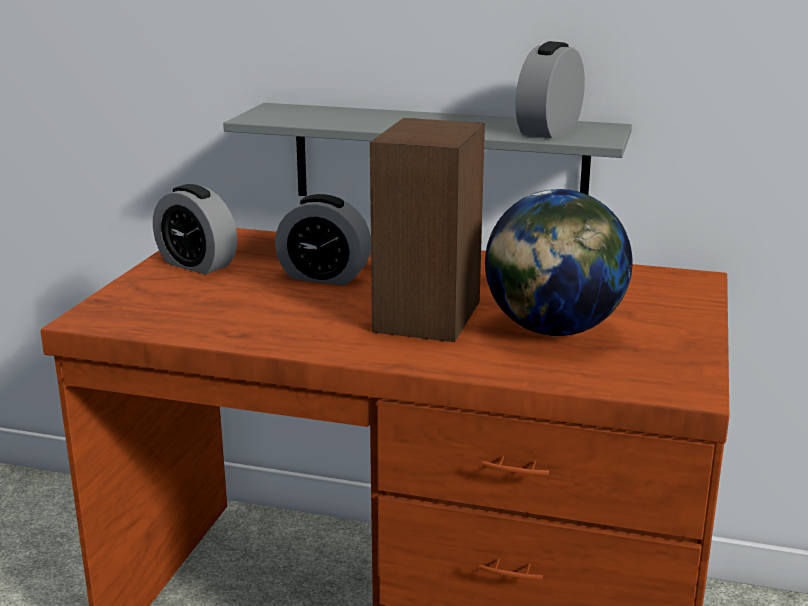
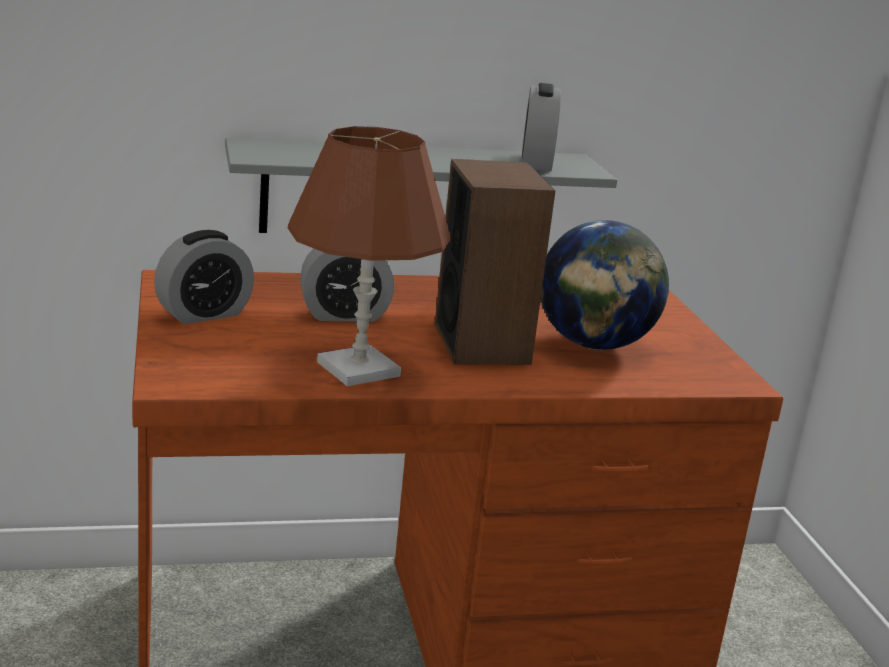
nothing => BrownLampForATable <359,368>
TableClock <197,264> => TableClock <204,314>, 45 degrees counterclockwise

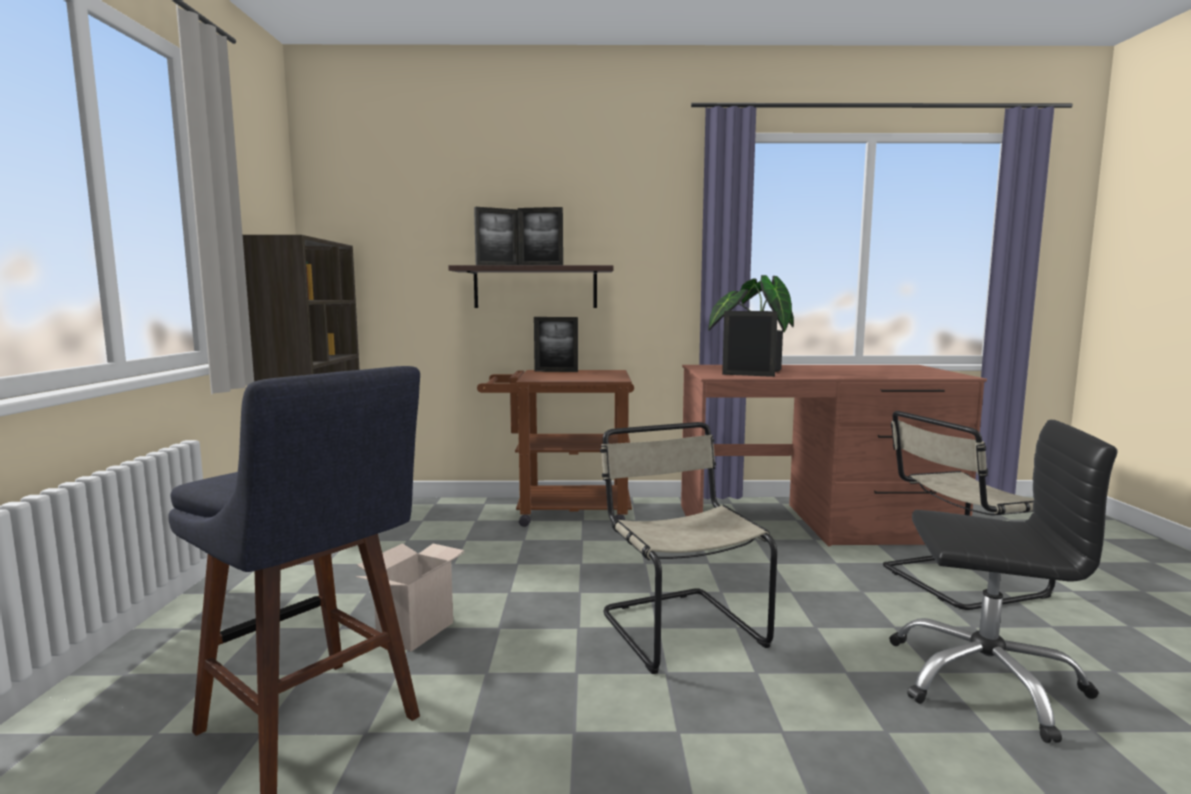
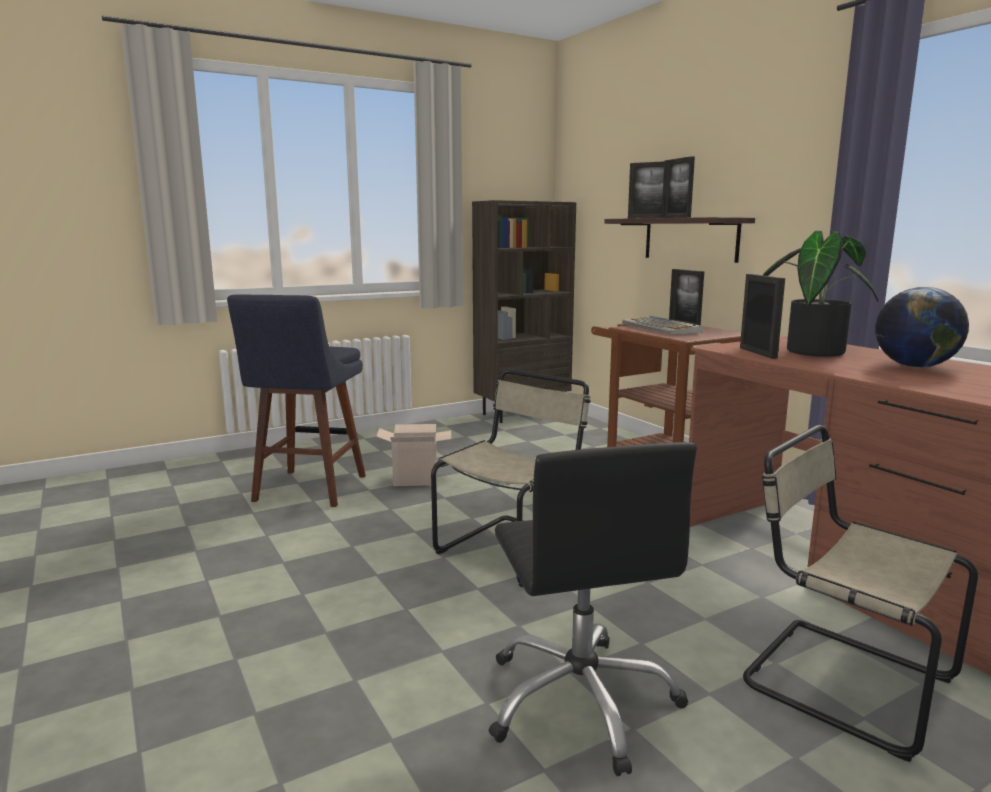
nothing => Keyboard <661,328>
nothing => DeskGlobe <914,366>

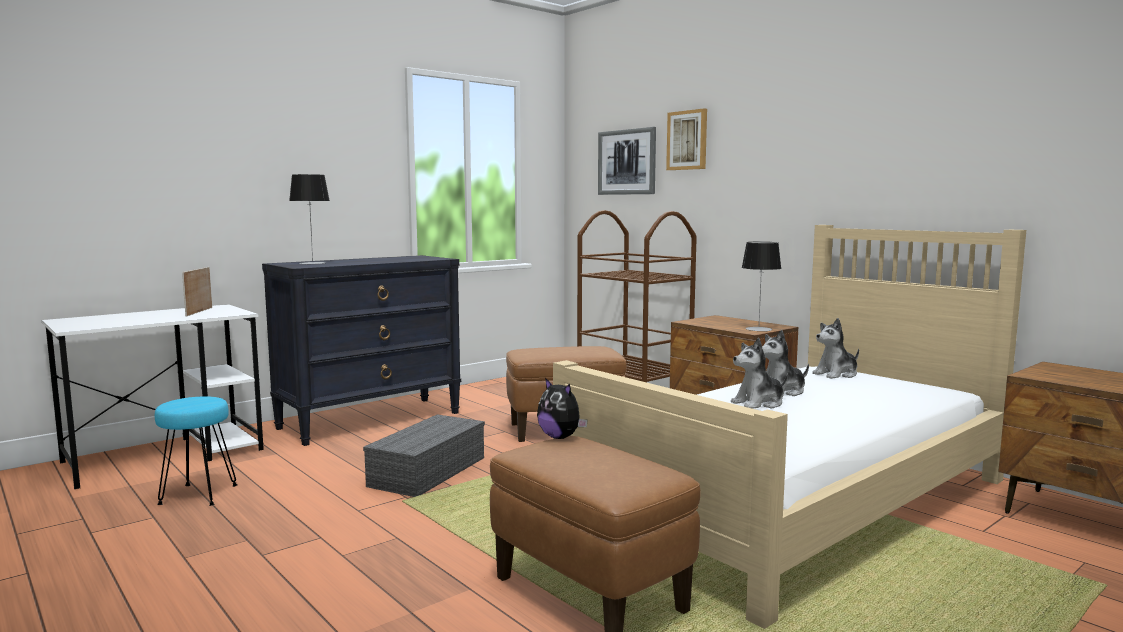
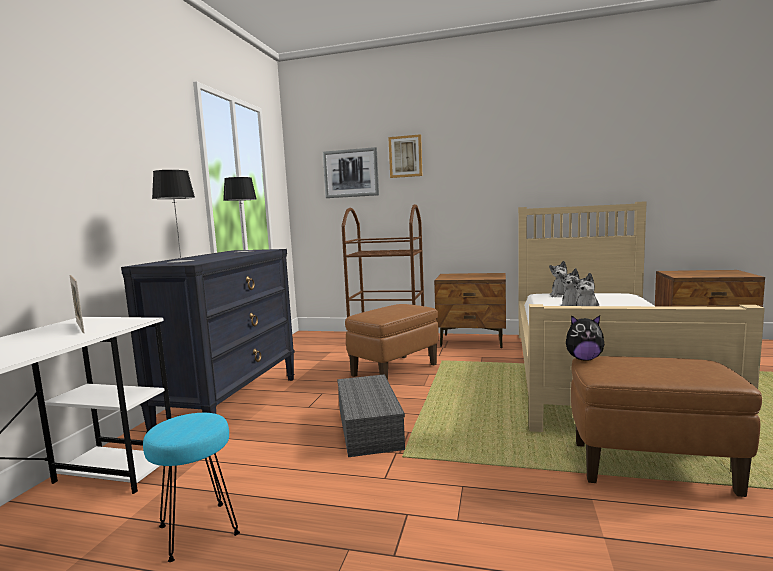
LampForATable <758,329> => LampForATable <244,251>, moved

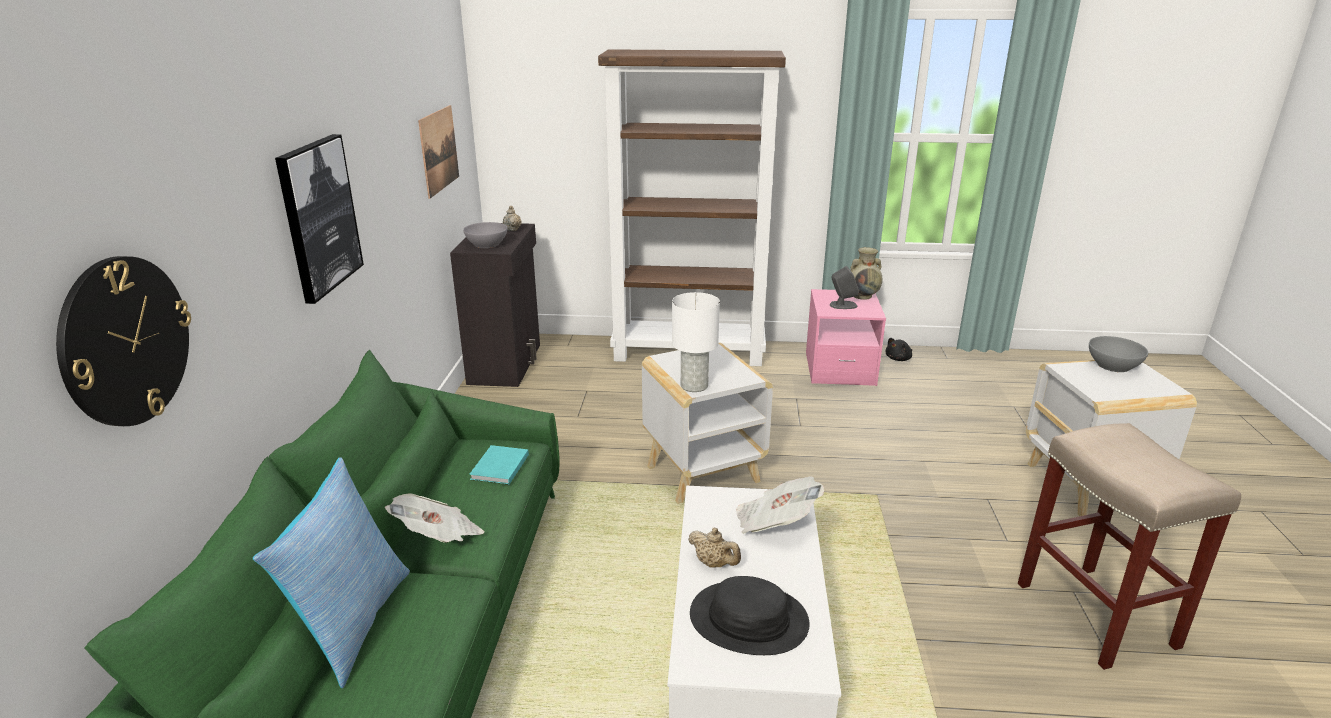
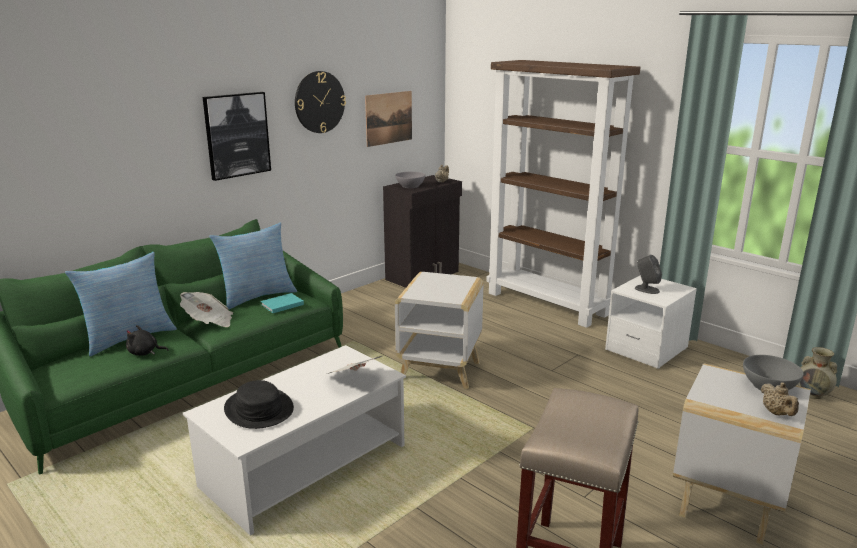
WhitishLampForATable <693,386> => nothing
nothing => Cushion <257,296>
WallClock <125,341> => WallClock <319,102>, moved
SandColouredTeapot <714,563> => SandColouredTeapot <776,413>, moved
SandColouredFlowerVase <862,296> => SandColouredFlowerVase <813,394>, moved
BlackishCuddlyToy <899,359> => BlackishCuddlyToy <145,353>, moved
PinkNightTable <839,369> => WhitishNightTable <646,349>

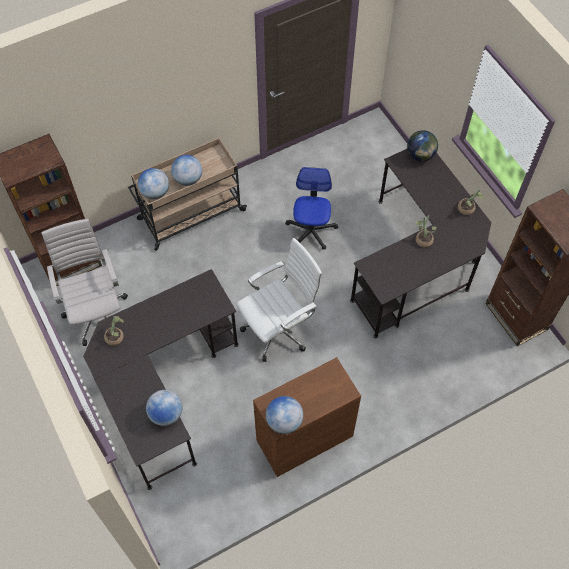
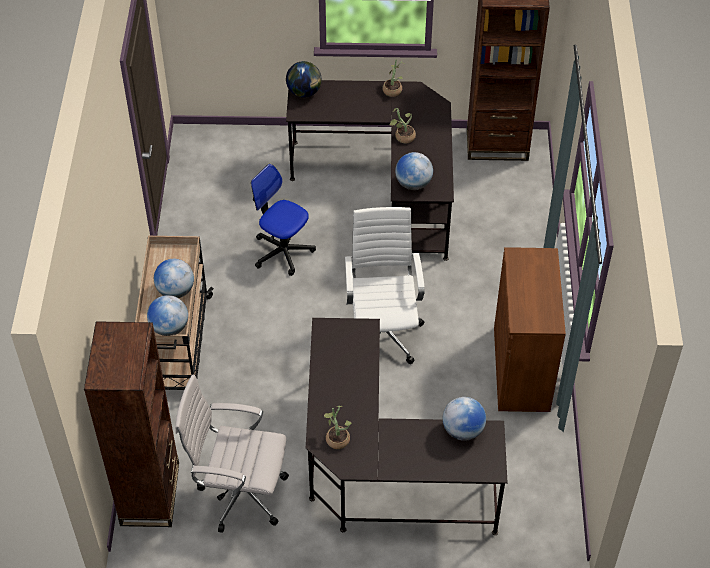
DeskGlobe <284,421> => DeskGlobe <413,184>, moved

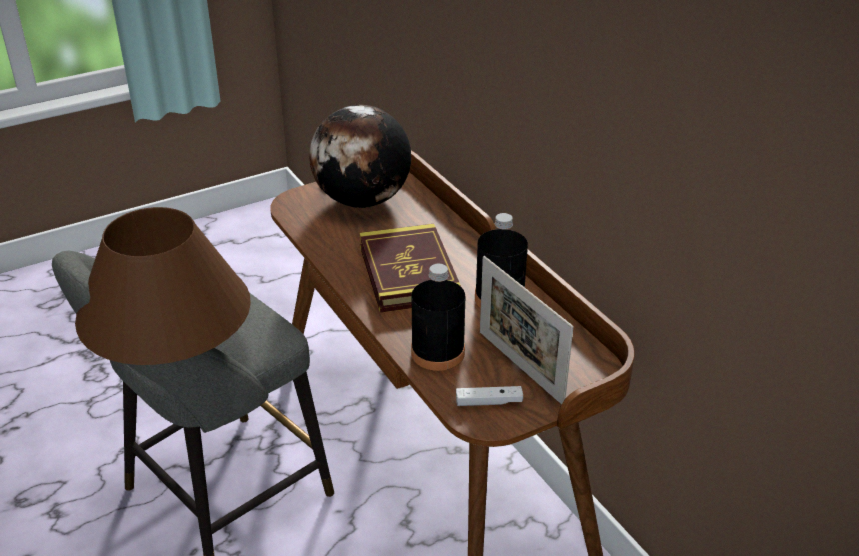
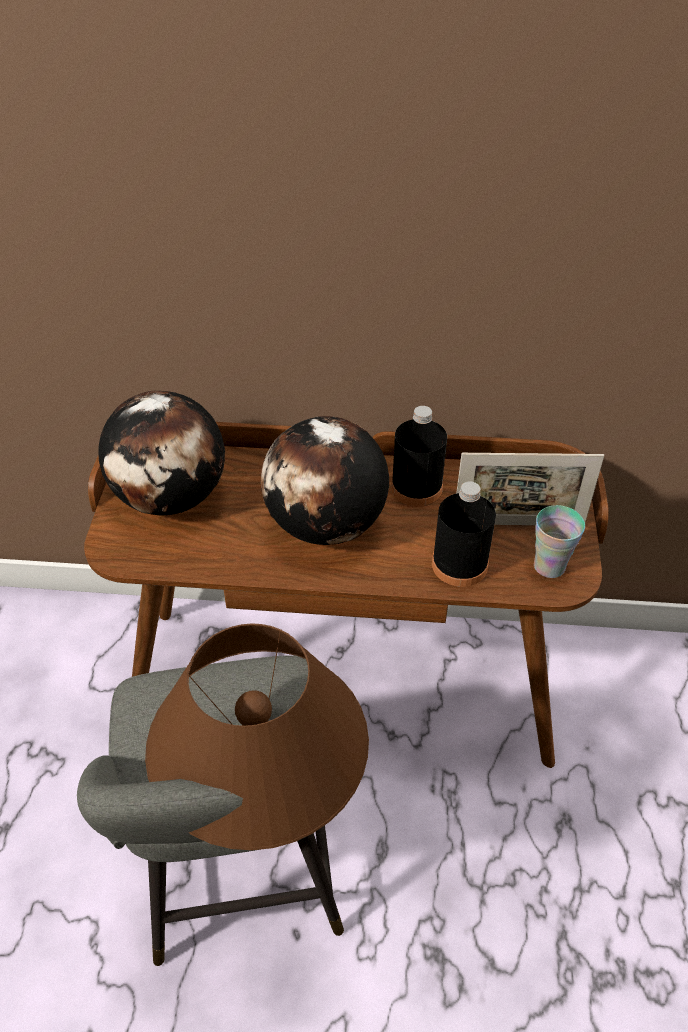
Volume <408,273> => DeskGlobe <326,526>
WhitishGamepad <489,402> => SmallCup <549,566>

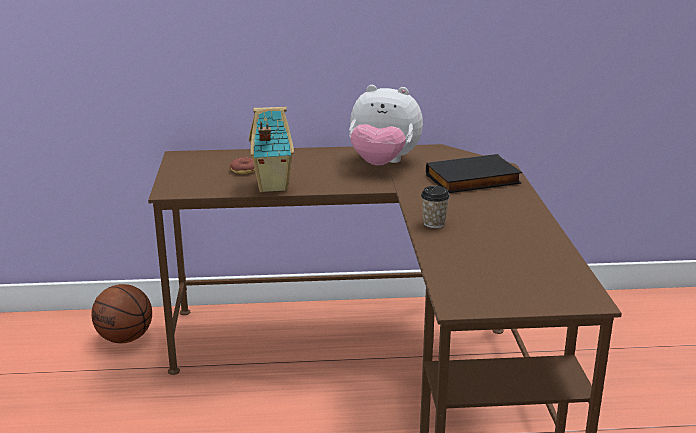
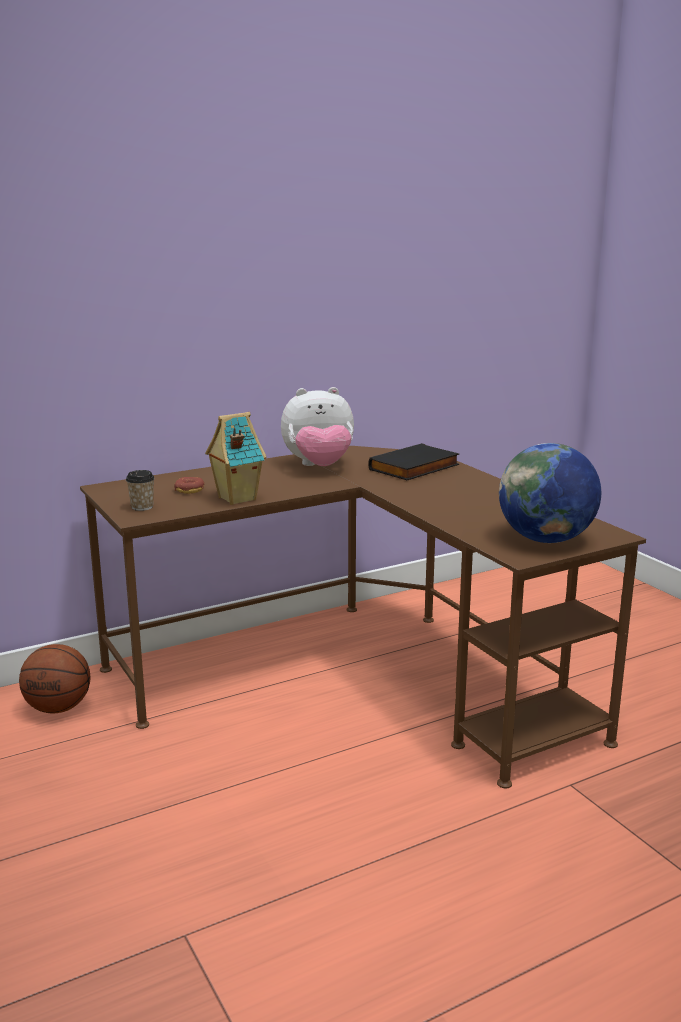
nothing => DeskGlobe <546,539>
SmallCup <434,223> => SmallCup <142,507>, moved

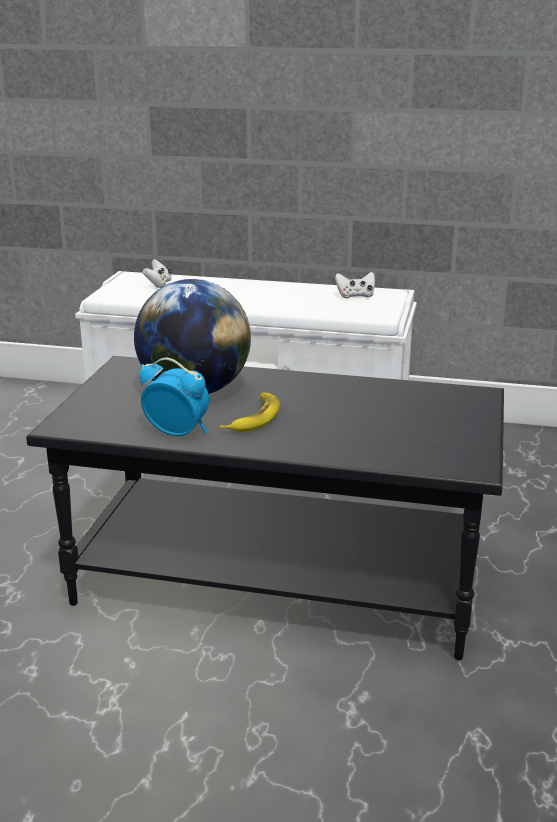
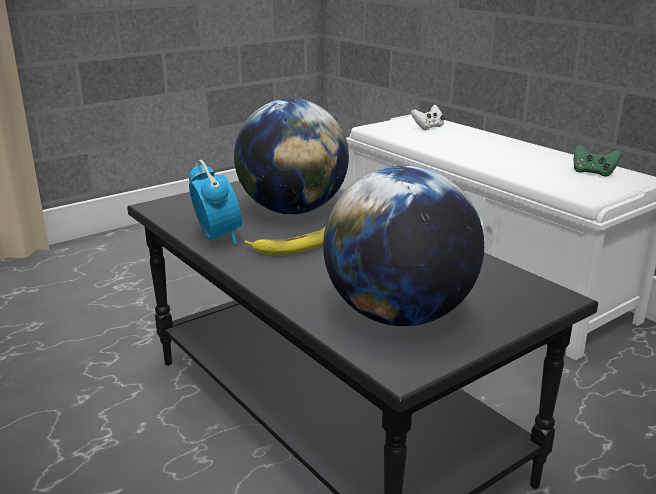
nothing => DeskGlobe <399,315>
WhitishGamepad <355,296> => GreenGamepad <593,173>

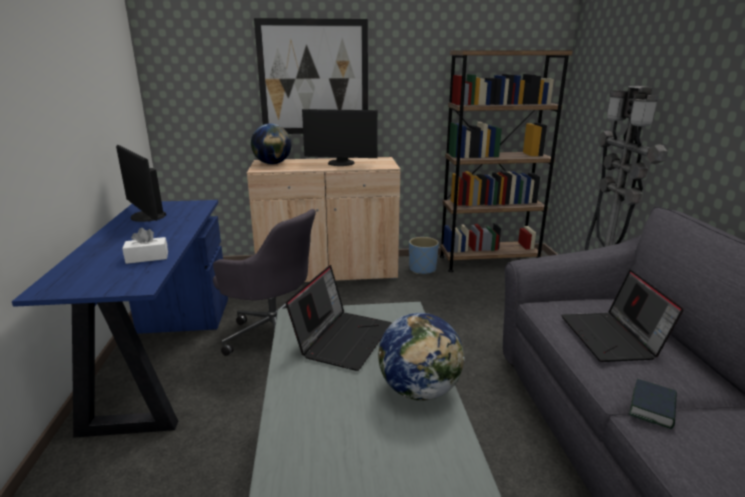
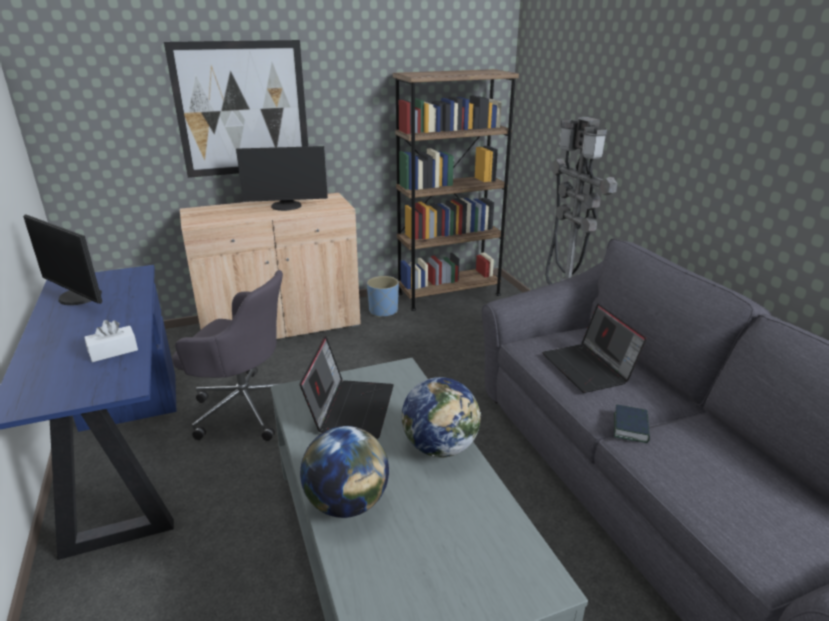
DeskGlobe <272,164> => DeskGlobe <347,503>, moved

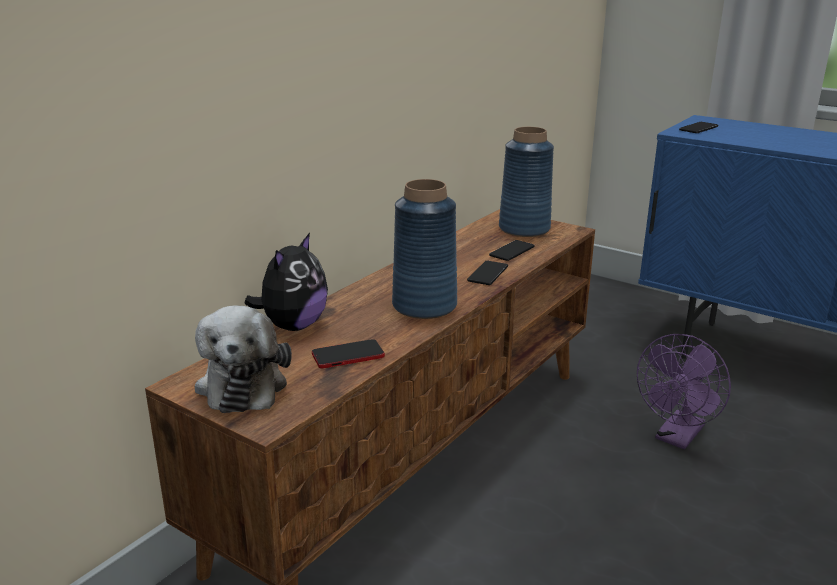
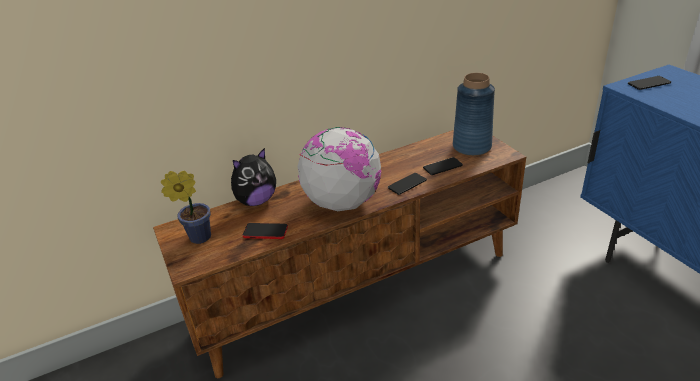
PurpleColouredCoolingFan <677,437> => nothing
CuddlyToy <243,384> => PlantInAPot <197,238>
BlueColouredFlowerVase <424,305> => DeskGlobe <342,203>

